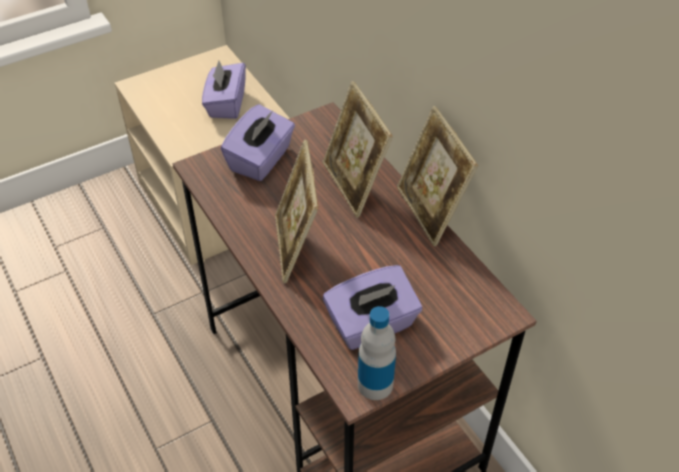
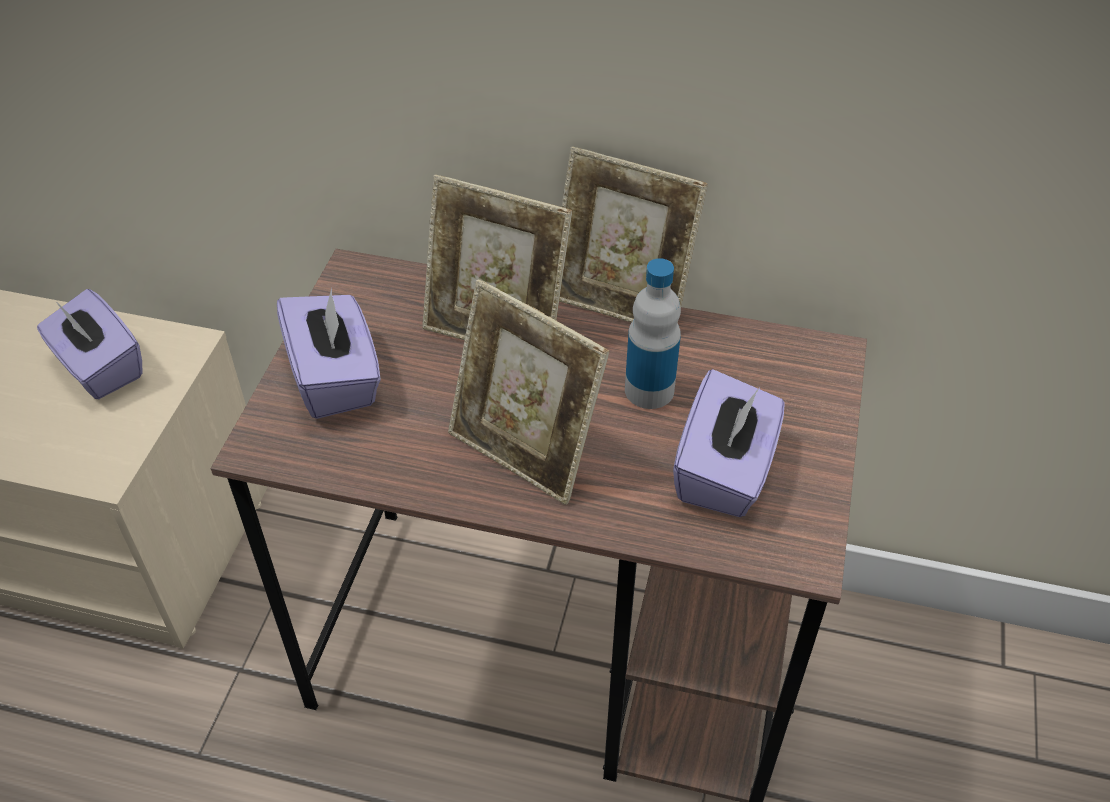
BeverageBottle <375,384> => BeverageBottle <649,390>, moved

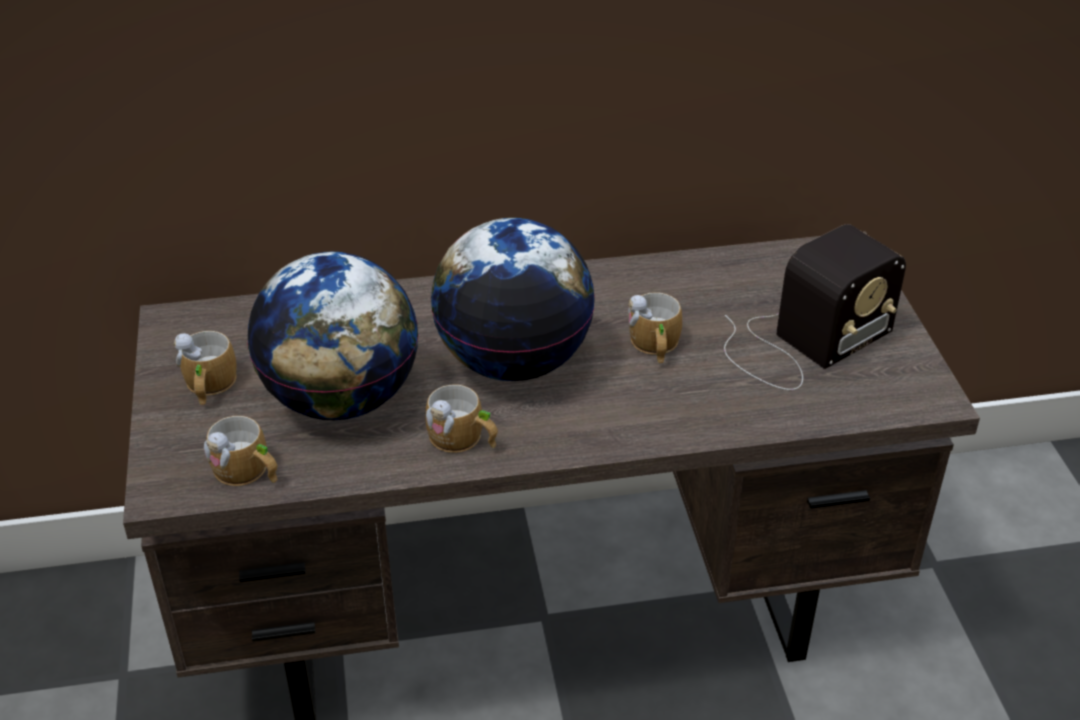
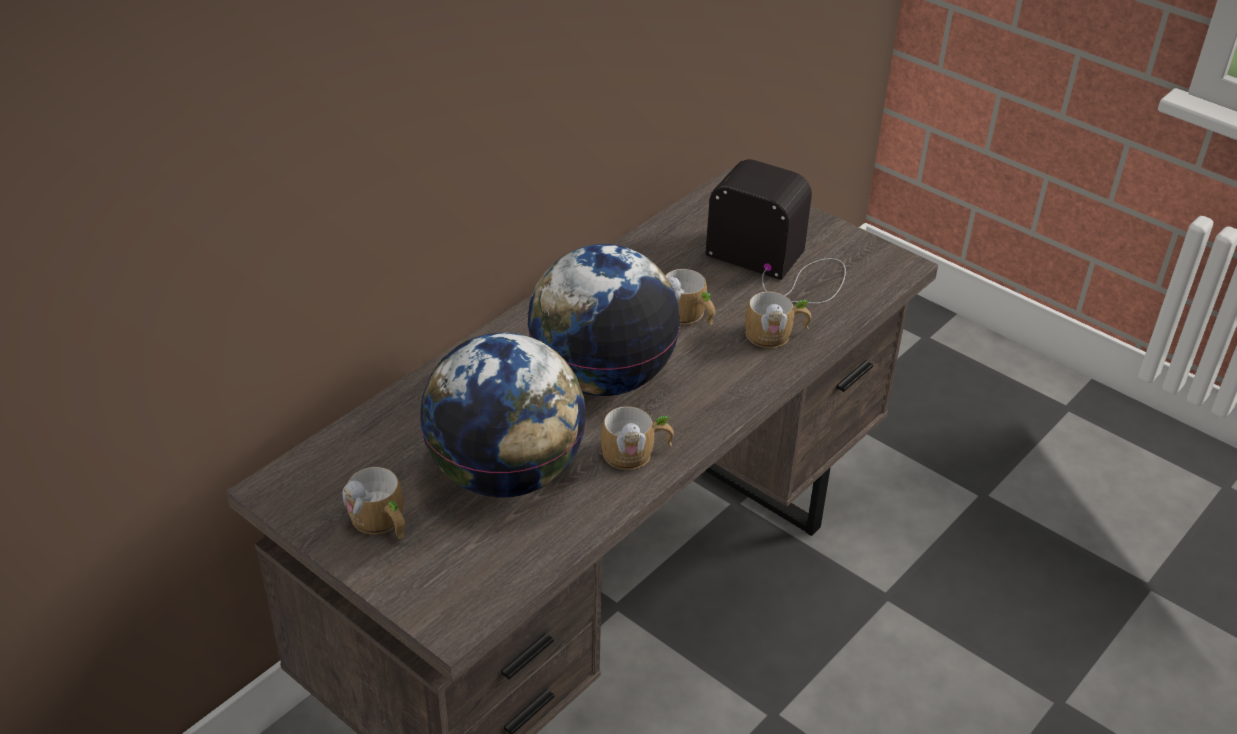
TeaMug <247,472> => TeaMug <776,335>, moved
RadioSet <802,343> => RadioSet <780,266>, 75 degrees counterclockwise

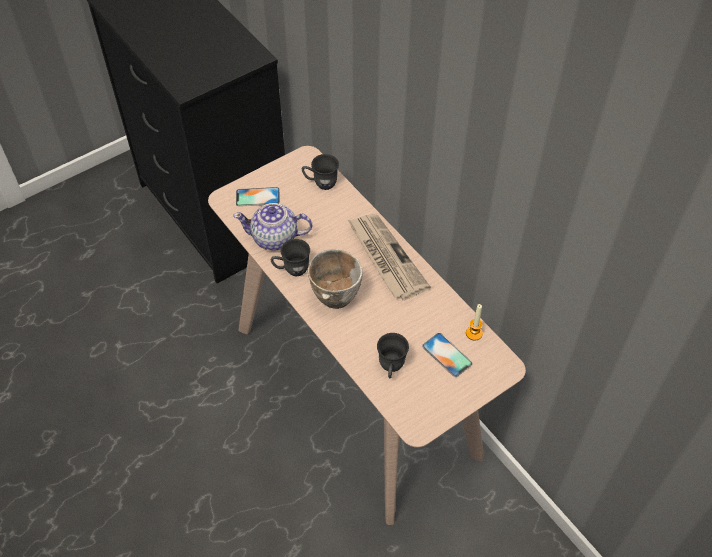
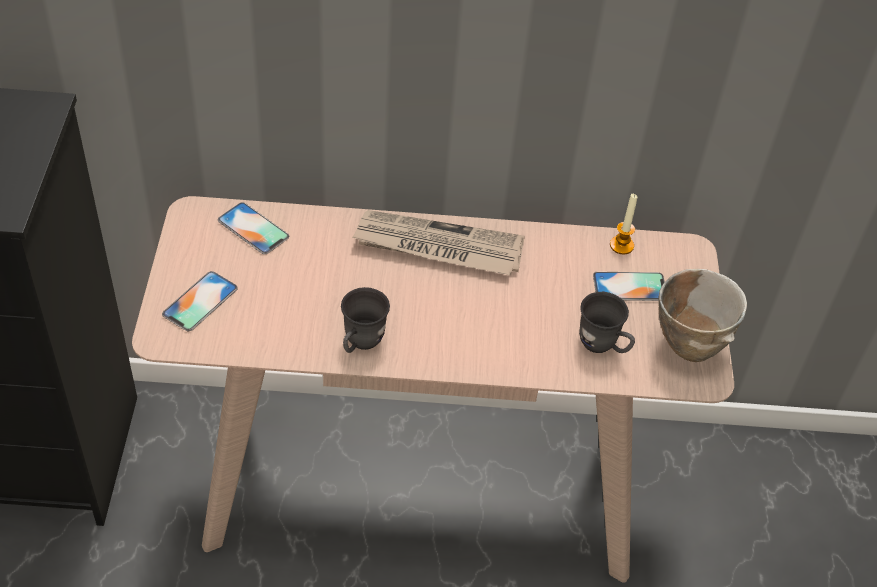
Teapot <275,238> => nothing
Bowl <337,296> => Bowl <687,344>, moved
GrayTeaMug <320,183> => Phone <253,228>

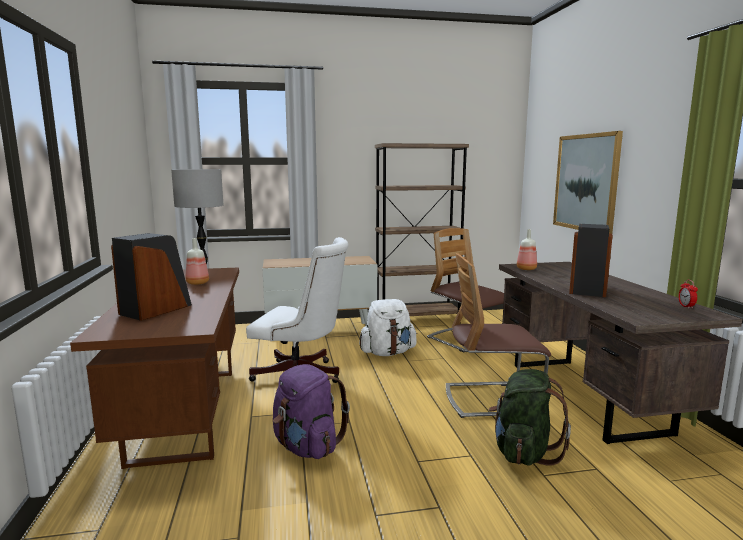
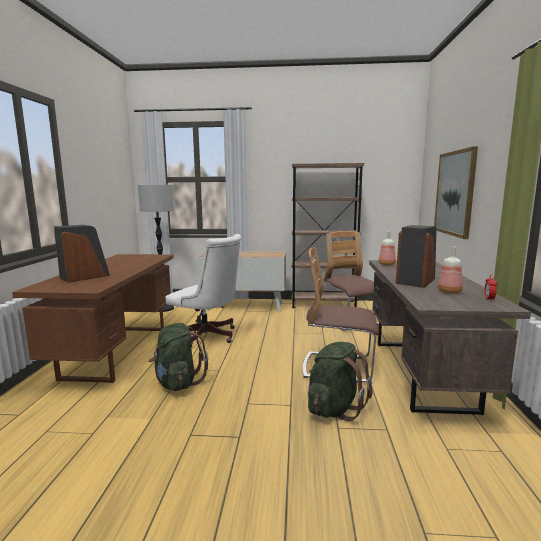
WhitishRucksack <387,353> => nothing
BeverageBottle <198,283> => BeverageBottle <450,292>, moved
PurpleColouredRucksack <307,447> => GreenRucksack <177,383>

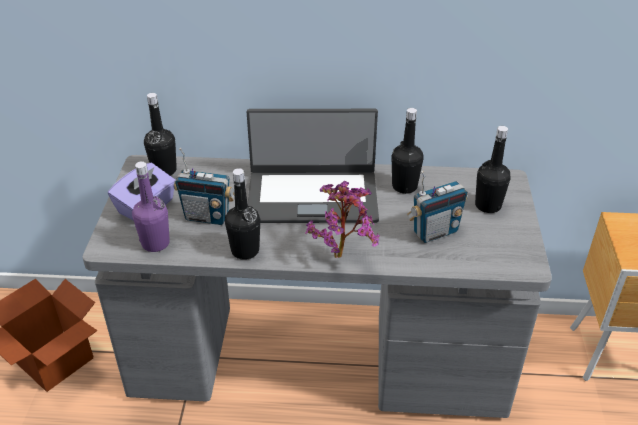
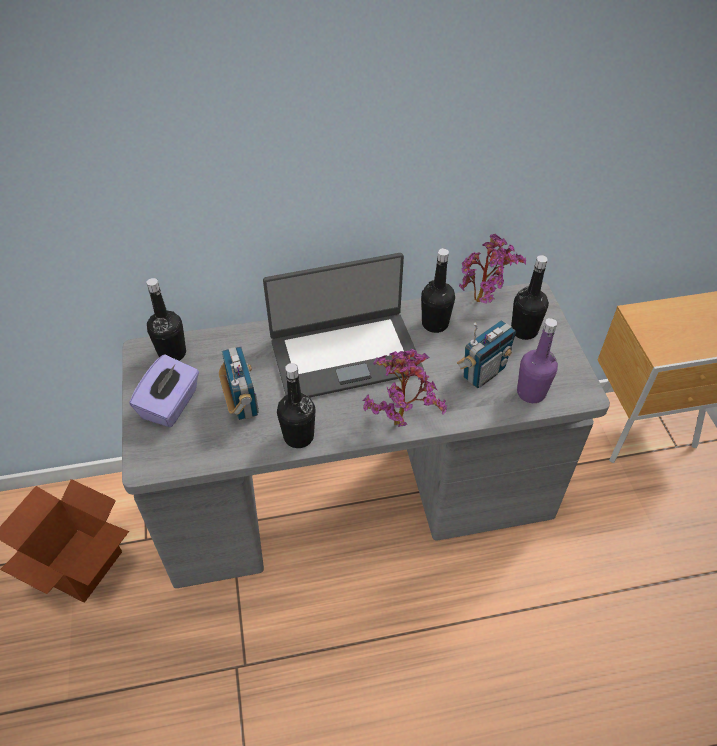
nothing => PlantInAPot <483,302>
PurpleColouredBeverageBottle <155,243> => PurpleColouredBeverageBottle <531,393>, moved
RadioSet <207,217> => RadioSet <242,403>, 105 degrees counterclockwise

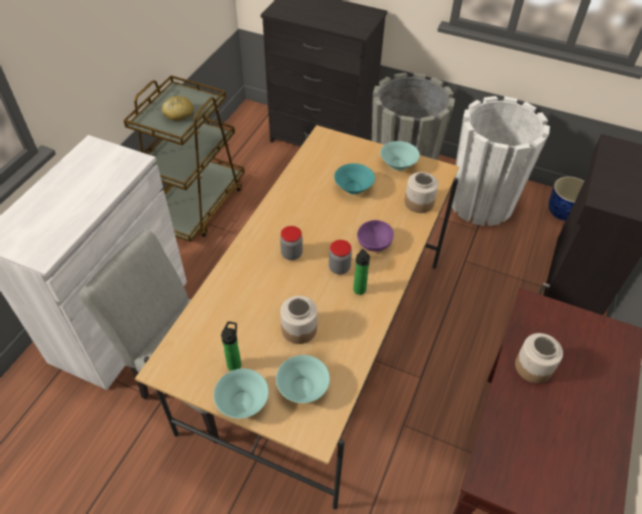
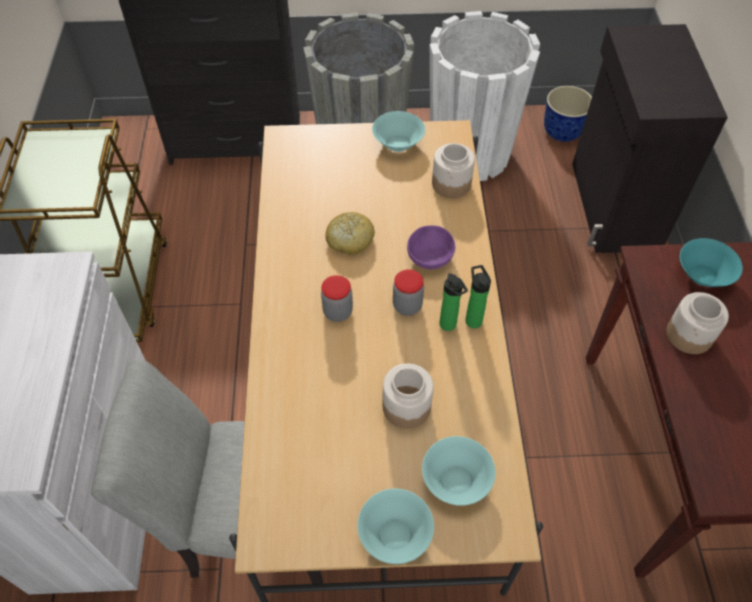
Bread <178,113> => Bread <349,239>, moved
BeverageBottle <235,363> => BeverageBottle <472,319>, moved
BlueGreenBowl <353,188> => BlueGreenBowl <702,275>, moved

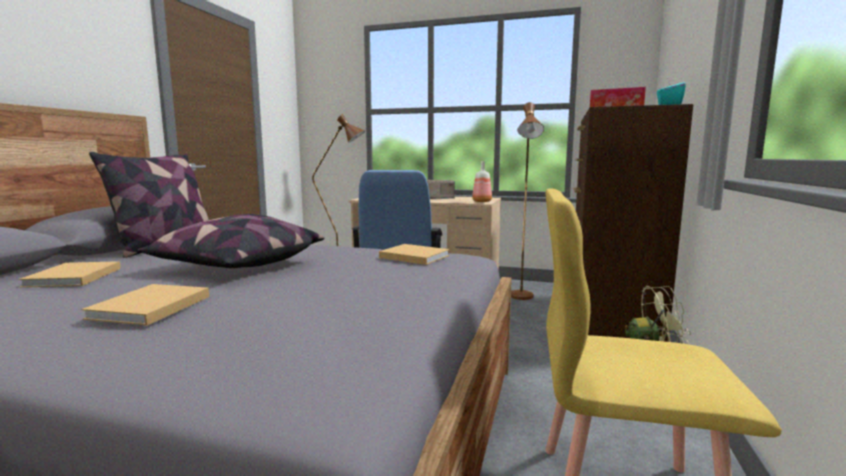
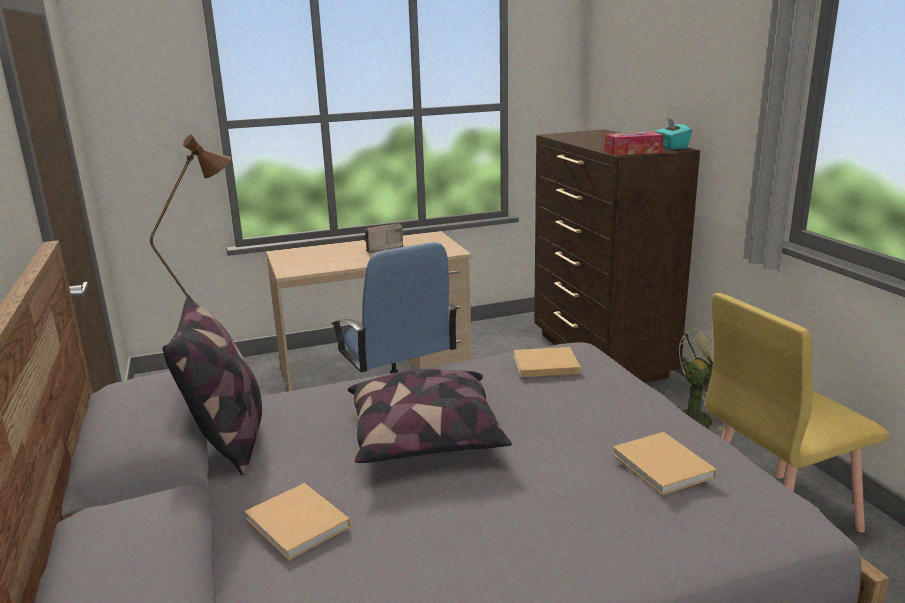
BeverageBottle <482,201> => nothing
BrownFloorLamp <522,299> => nothing
SandColouredVolume <148,308> => SandColouredVolume <664,467>, moved

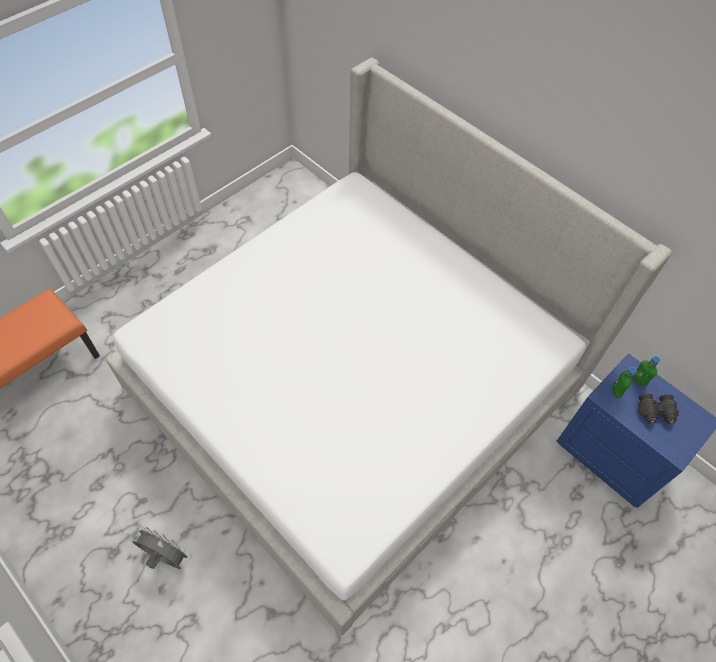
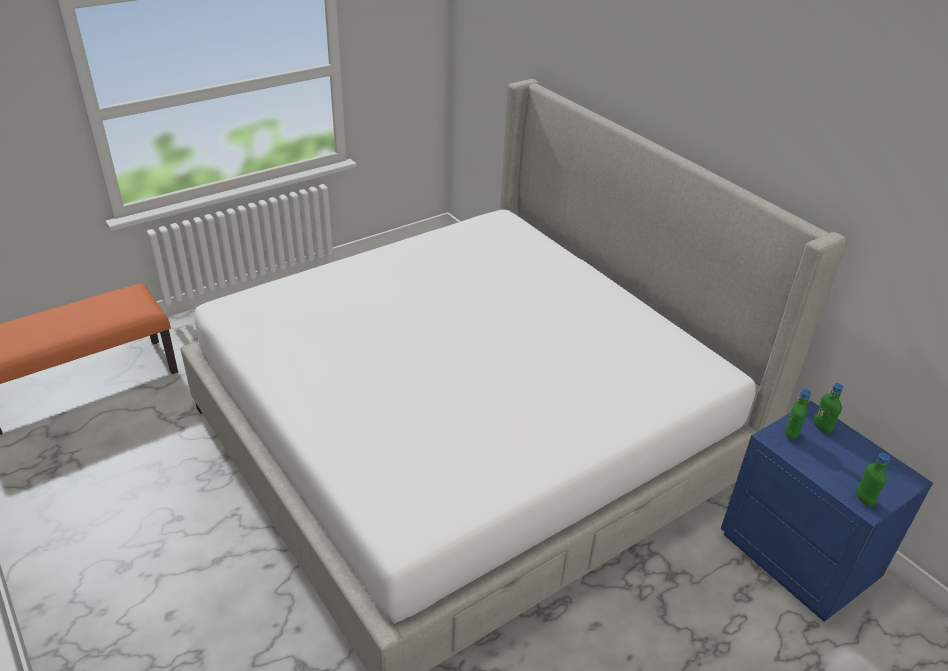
GrayCoolingFan <166,557> => nothing
BlackishBinoculars <656,412> => nothing
nothing => GreenBeverageBottle <863,499>

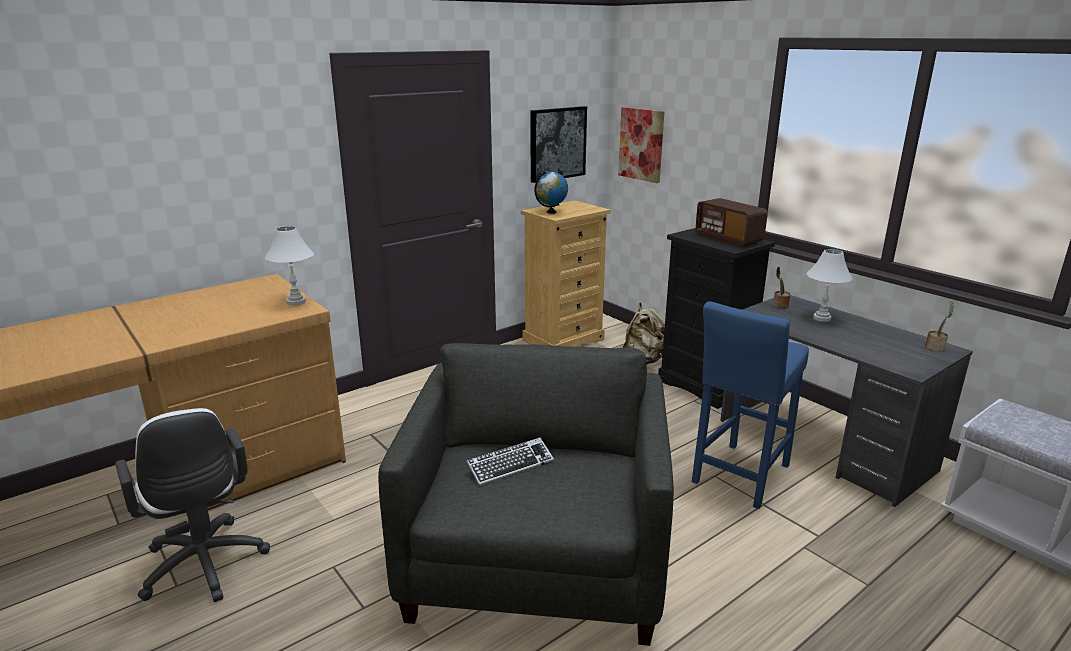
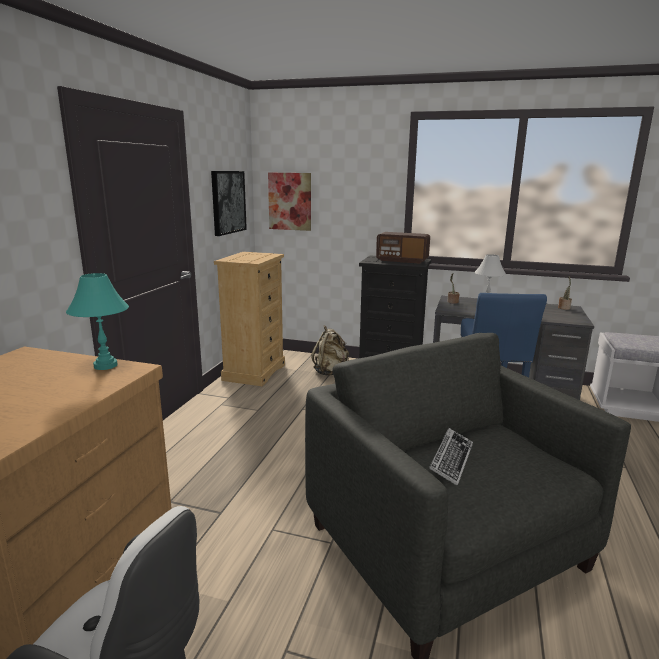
DeskGlobe <551,212> => nothing
WhitishLampForATable <295,302> => BlueGreenLampForATable <105,365>

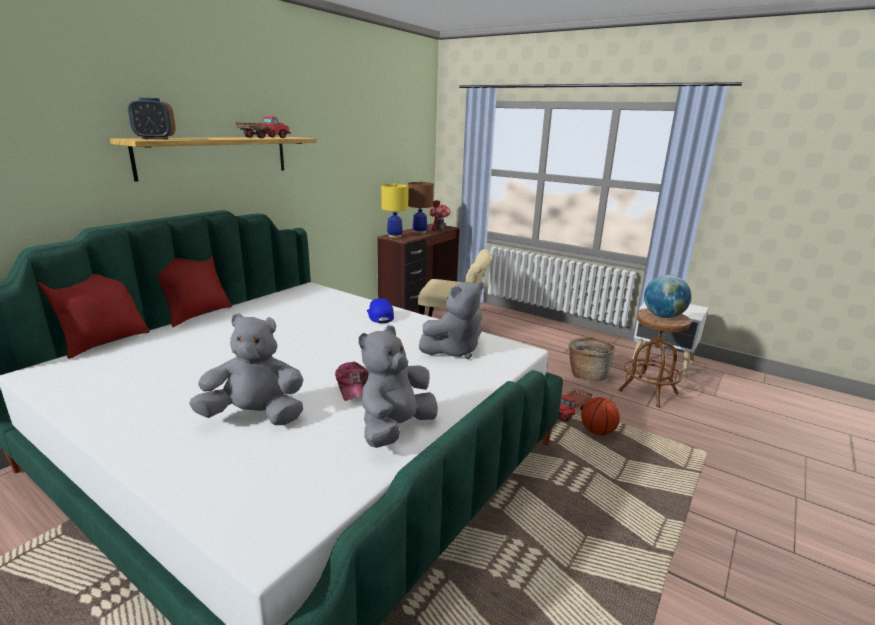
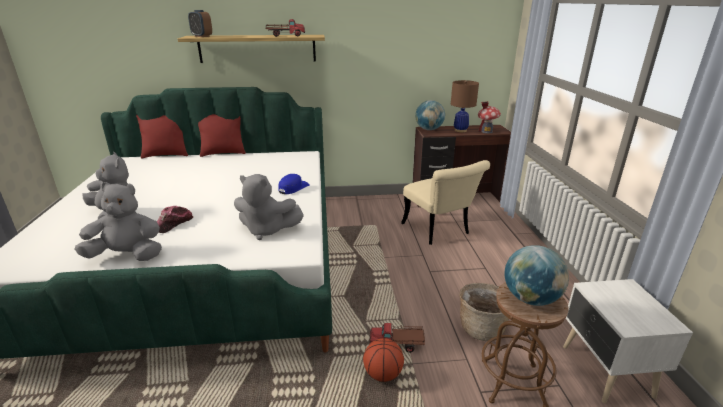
YellowLampForATable <395,236> => DeskGlobe <429,129>

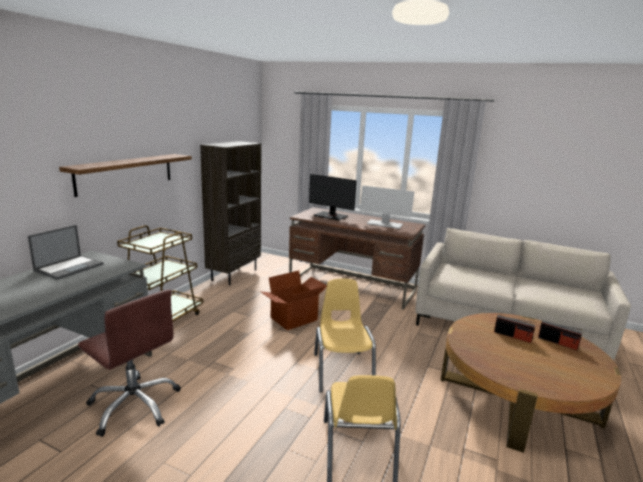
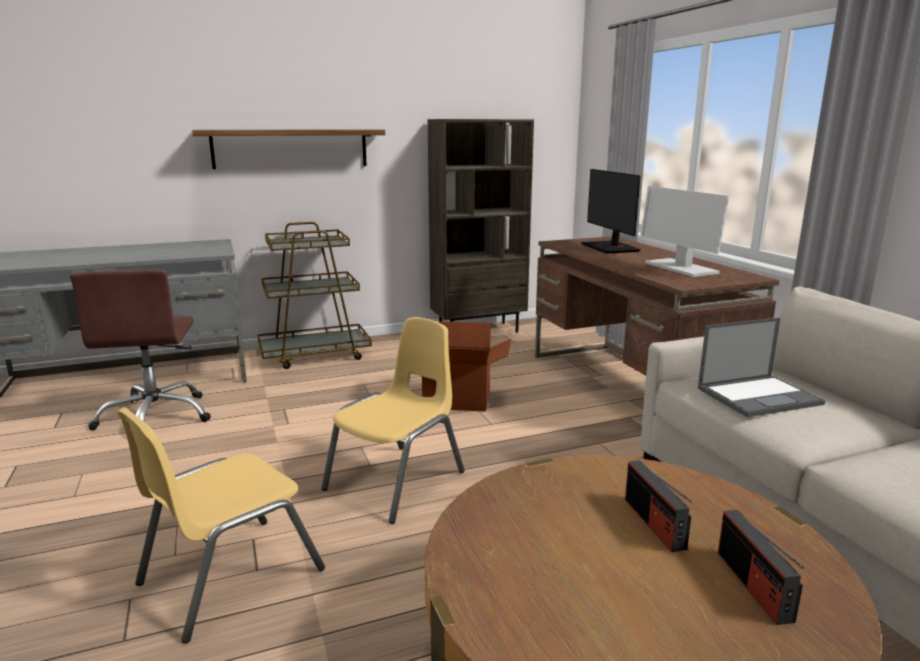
Laptop <70,267> => Laptop <759,396>, moved

